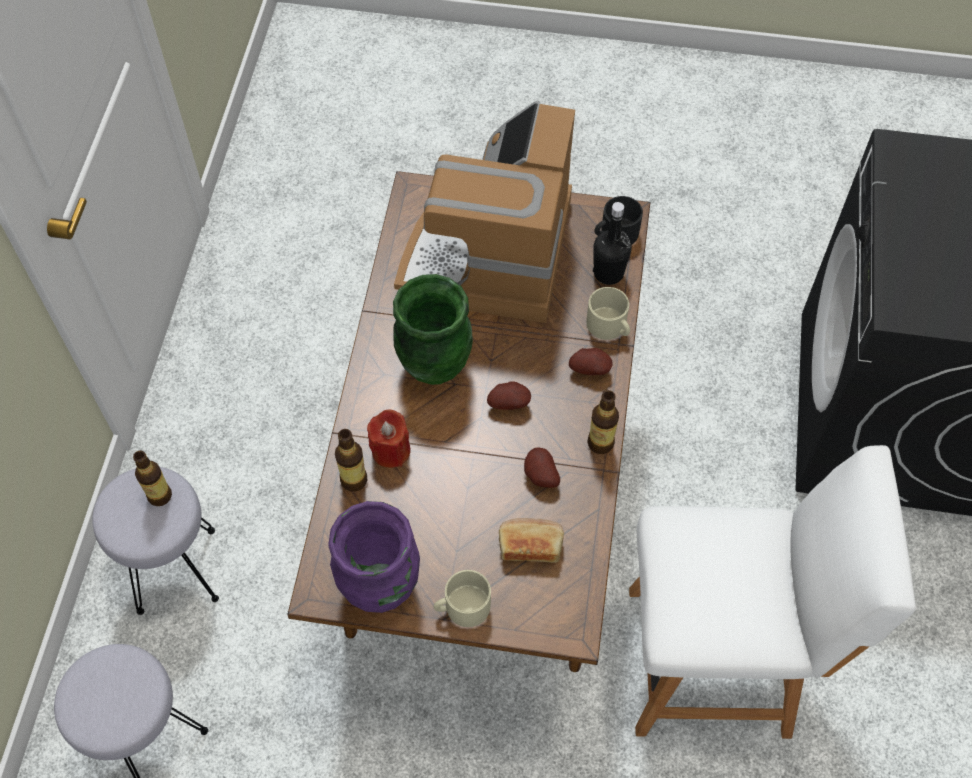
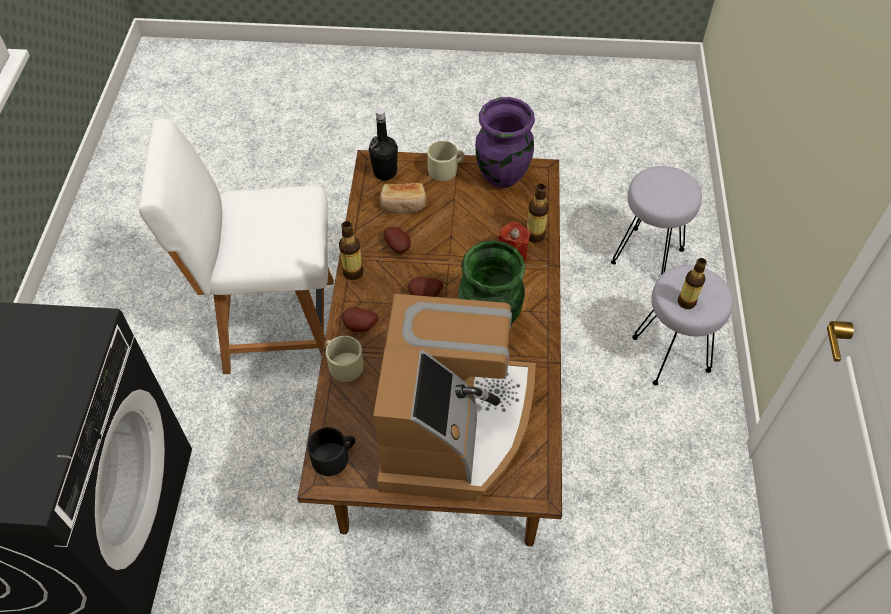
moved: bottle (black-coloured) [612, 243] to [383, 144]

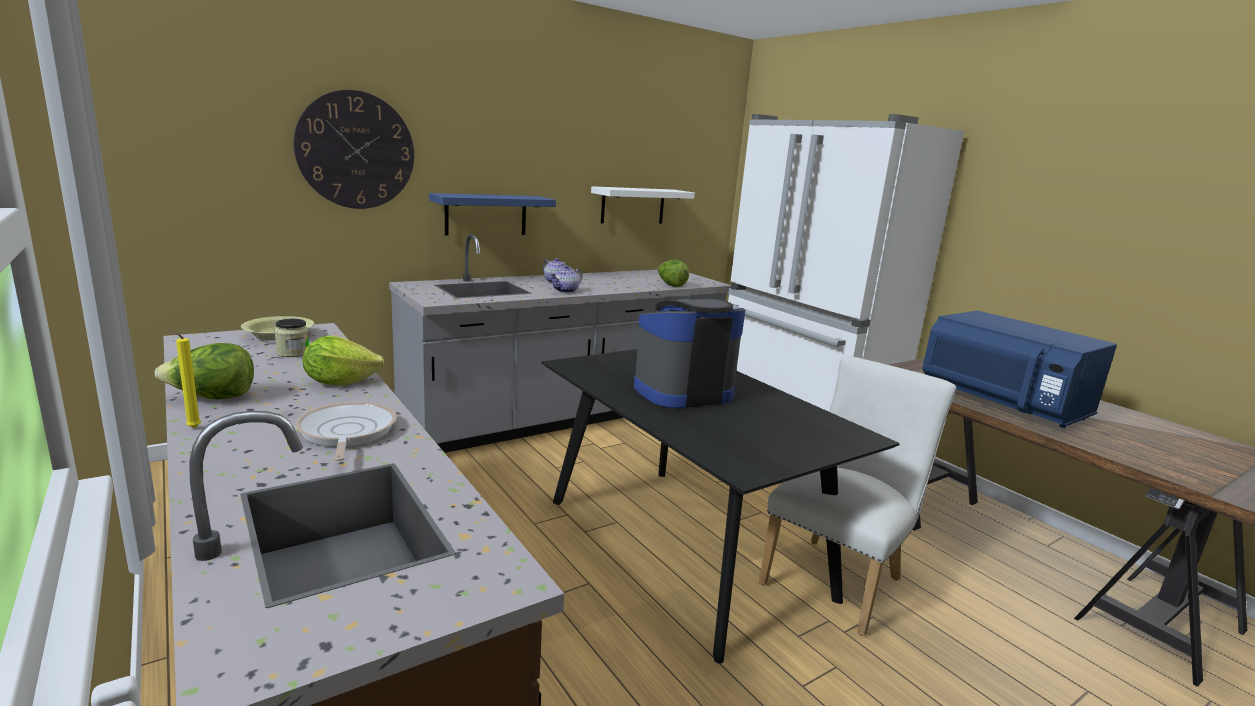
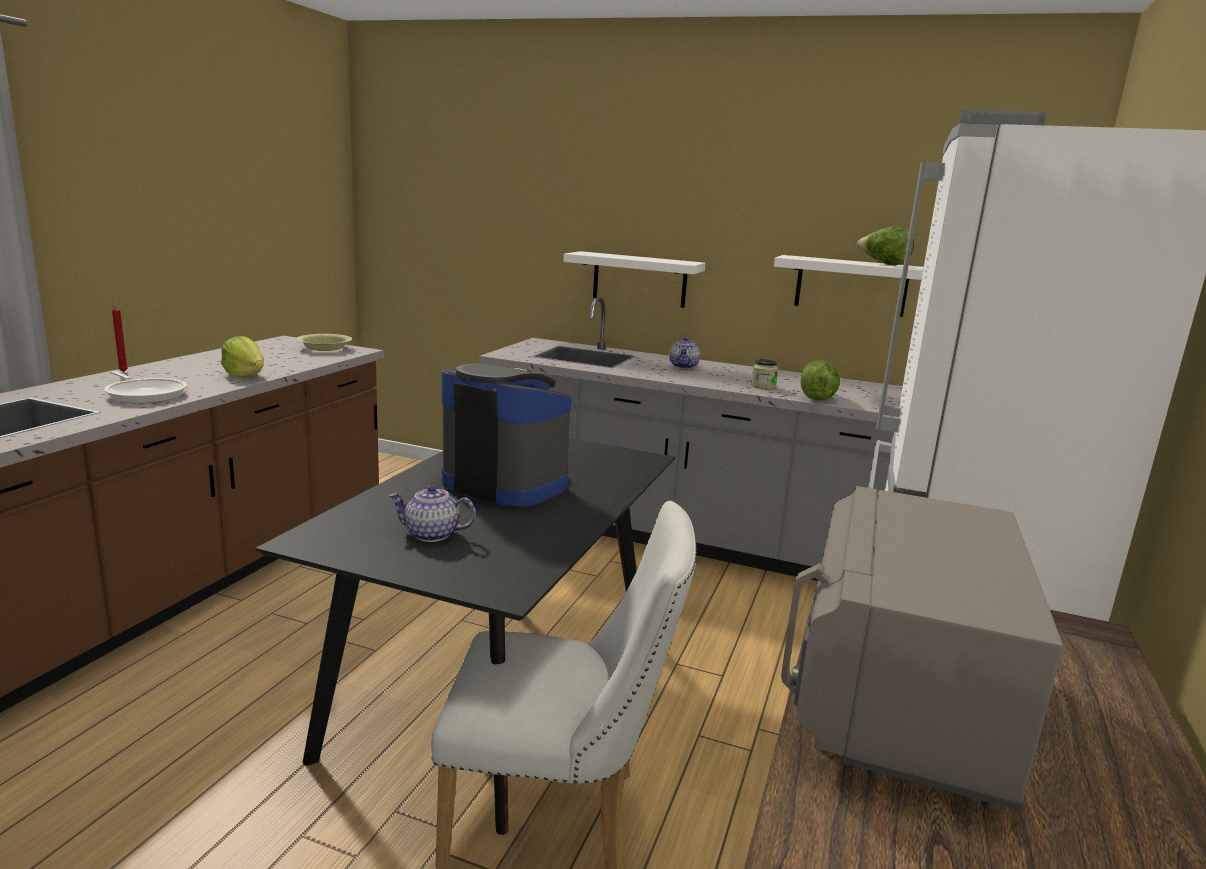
removed: clock on the wall [354, 149]
moved: lettuce head [204, 371] to [885, 245]; storage jar [291, 338] to [764, 374]; teapot [566, 279] to [432, 513]
recoloured: wax light (yellow) [184, 378] to wax light (red-coloured) [120, 337]; wall shelf (blue) [492, 214] to wall shelf (white-coloured) [634, 279]; microwave oven (blue) [1019, 369] to microwave oven (greyish) [922, 648]
turned: skillet [346, 431] = [145, 387] 90 degrees clockwise

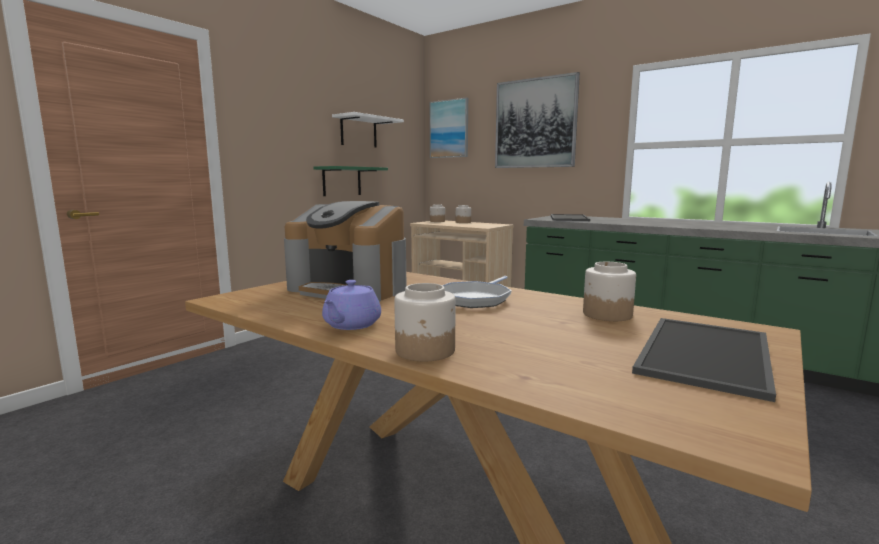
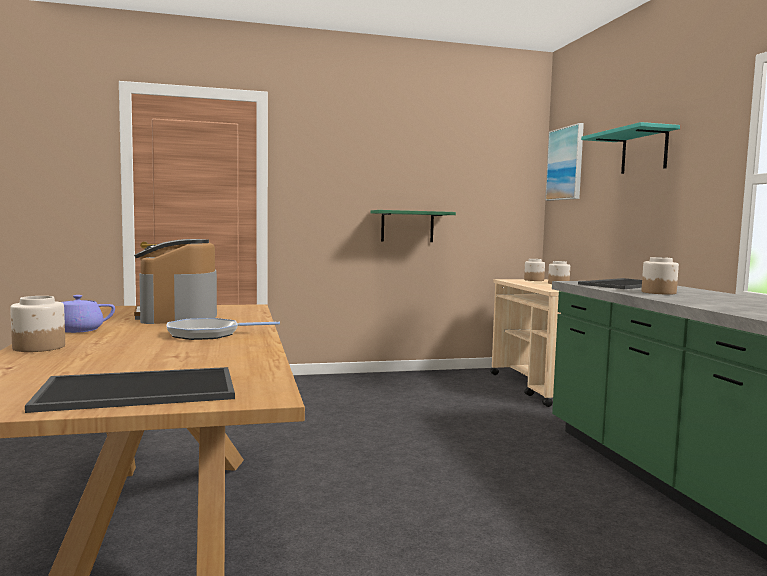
removed: wall shelf (white-coloured) [368, 130]
moved: storage jar [609, 291] to [660, 276]
replaced: wall picture [537, 120] to wall shelf (blue-green) [630, 148]

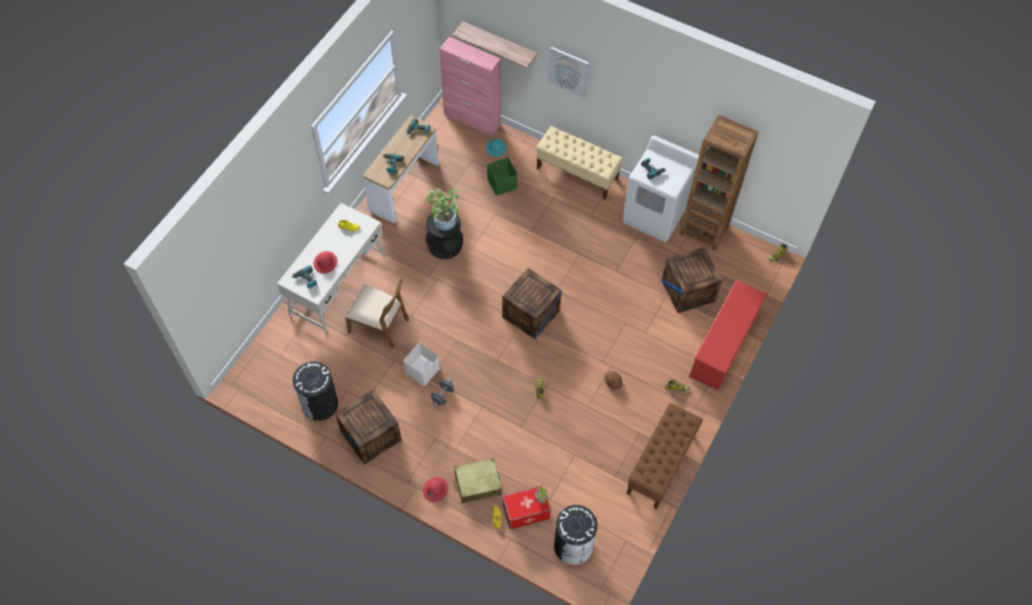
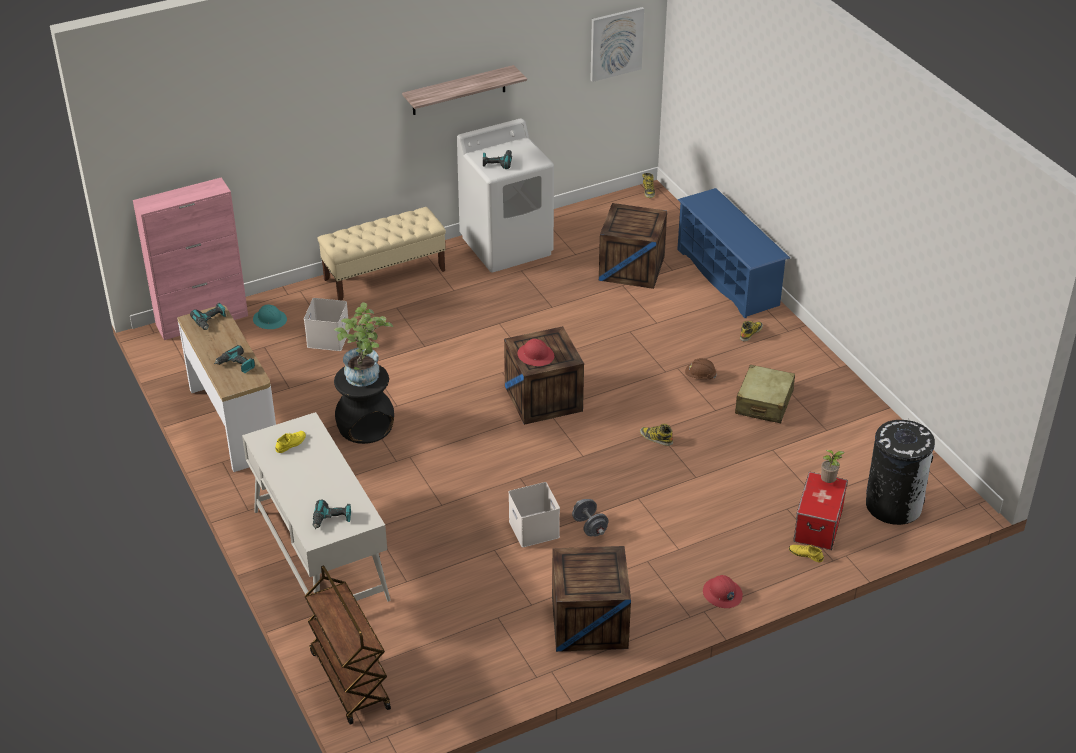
removed: rubbish bin (black-coloured) [315, 391]; chair (brown-coloured) [377, 313]; indoor bench (brown-coloured) [664, 456]; bookcase (brown-coloured) [719, 182]
added: trolley (brown-coloured) [348, 645]
moved: safety helmet (red-coloured) [325, 262] to [536, 352]; wall shelf [494, 44] to [464, 90]; suitcase (sand-coloured) [478, 480] to [765, 394]; wall picture [568, 72] to [617, 44]
recoloured: storage container (green) [502, 176] to storage container (white-coloured) [327, 324]; shoe rack (red-coloured) [728, 335] to shoe rack (blue) [733, 253]

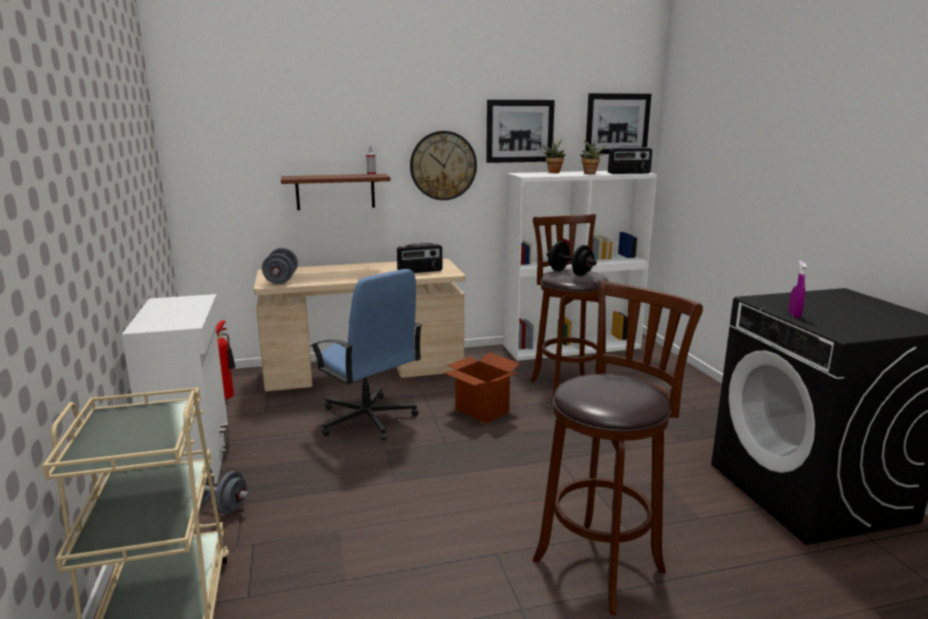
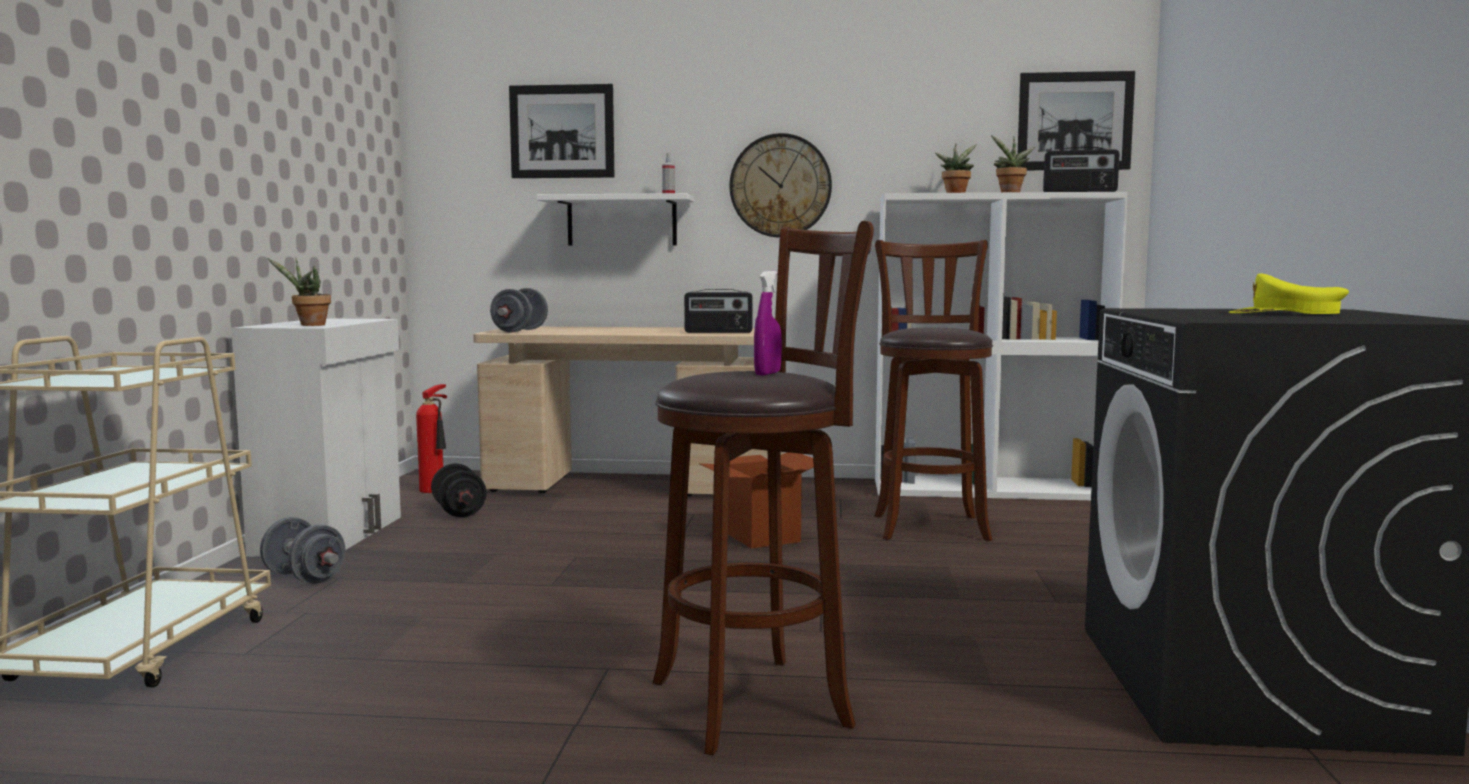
removed: desk chair (blue) [366, 355]
added: potted plant [299, 292]; cap (yellow) [1289, 293]
moved: wall picture [520, 131] to [561, 131]; free weight (black-coloured) [572, 258] to [458, 490]; spray bottle (purple-coloured) [798, 289] to [768, 323]
recoloured: wall shelf (brown-coloured) [336, 192] to wall shelf (white-coloured) [615, 219]

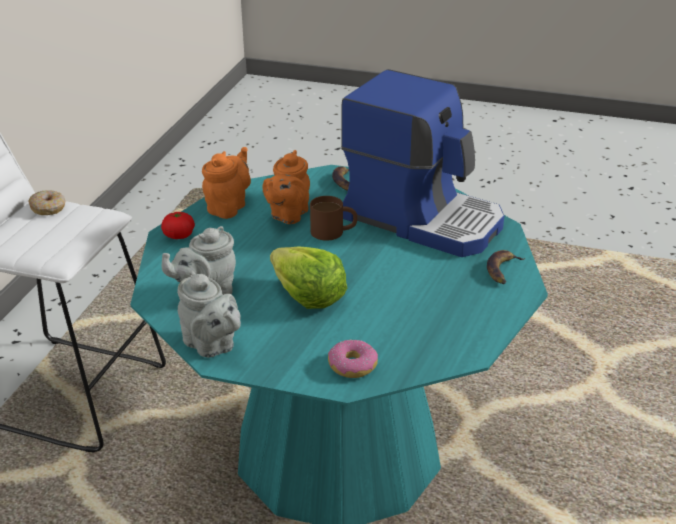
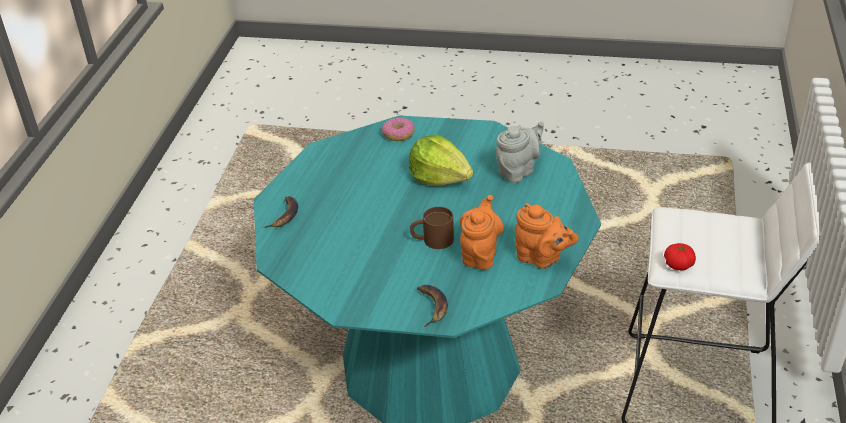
removed: doughnut [46, 202]; teapot (greyish) [209, 314]; coffee brewer [422, 163]
moved: fresh tomato [178, 225] to [680, 256]
turned: teapot (orange-coloured) [226, 183] = [547, 236] 75 degrees counterclockwise

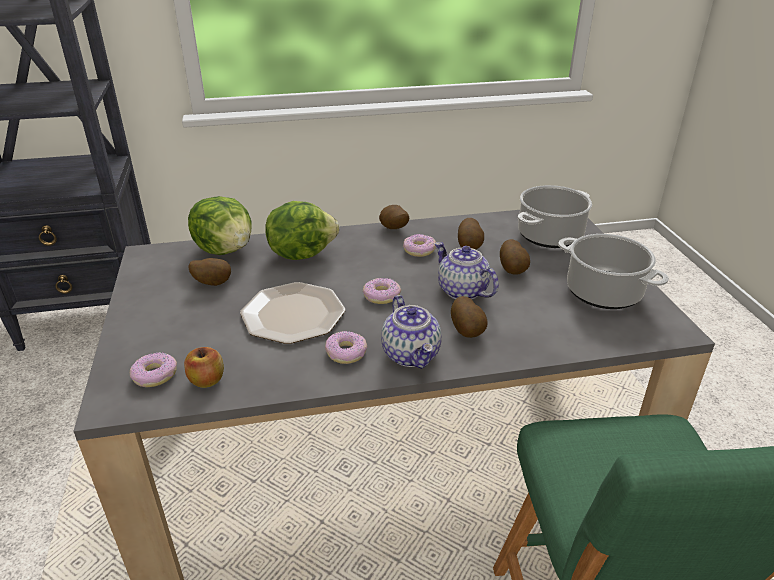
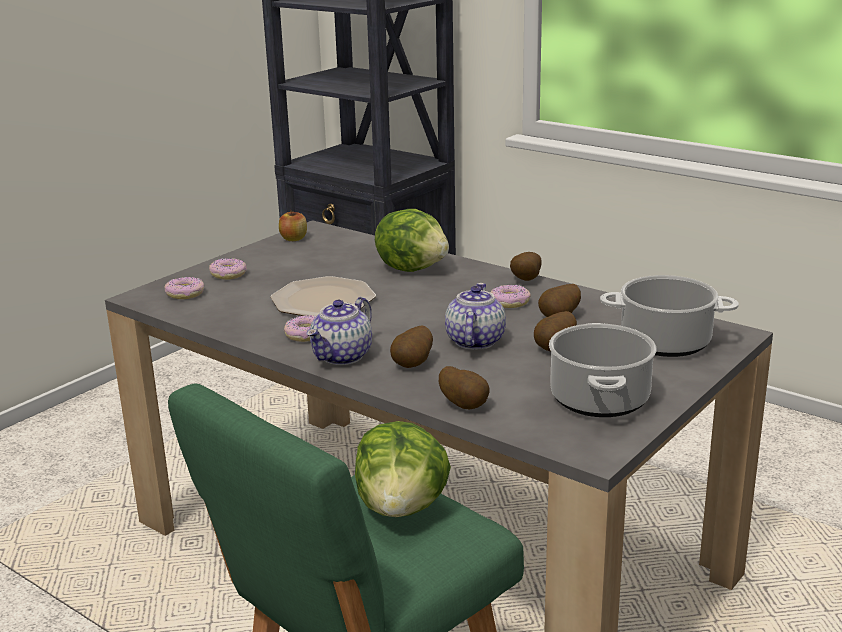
moved: apple [204, 367] to [293, 225]; lettuce head [220, 225] to [403, 469]; spud [209, 272] to [464, 388]; doughnut [382, 291] to [228, 268]

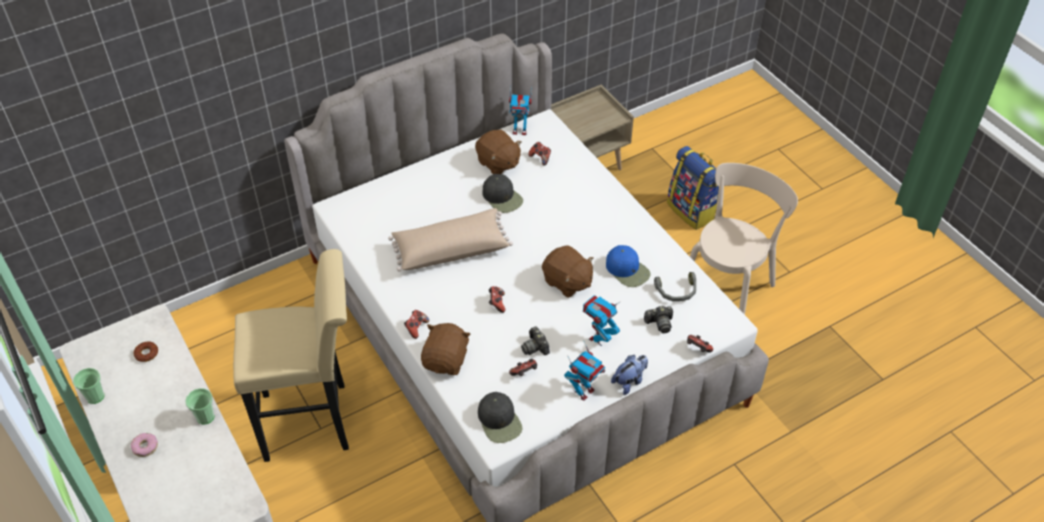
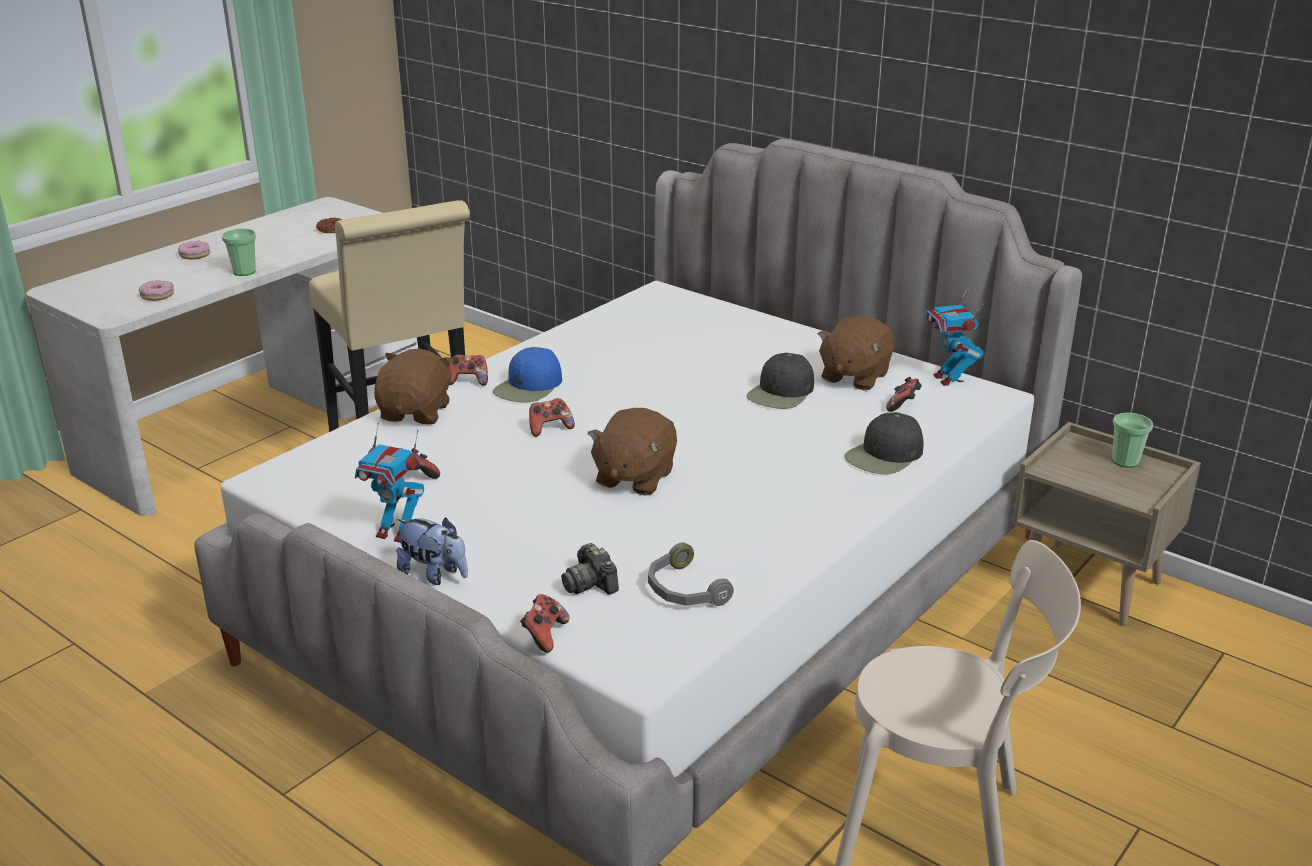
removed: pillow (sand-coloured) [450, 239]; still camera [535, 340]; toy robot [601, 320]; rucksack [693, 188]
added: doughnut [156, 290]
moved: cup [88, 386] to [1132, 440]; cap (black-coloured) [500, 417] to [883, 443]; cap (blue) [628, 266] to [527, 374]
turned: soft toy (brown-coloured) [446, 349] = [414, 386] 75 degrees counterclockwise

